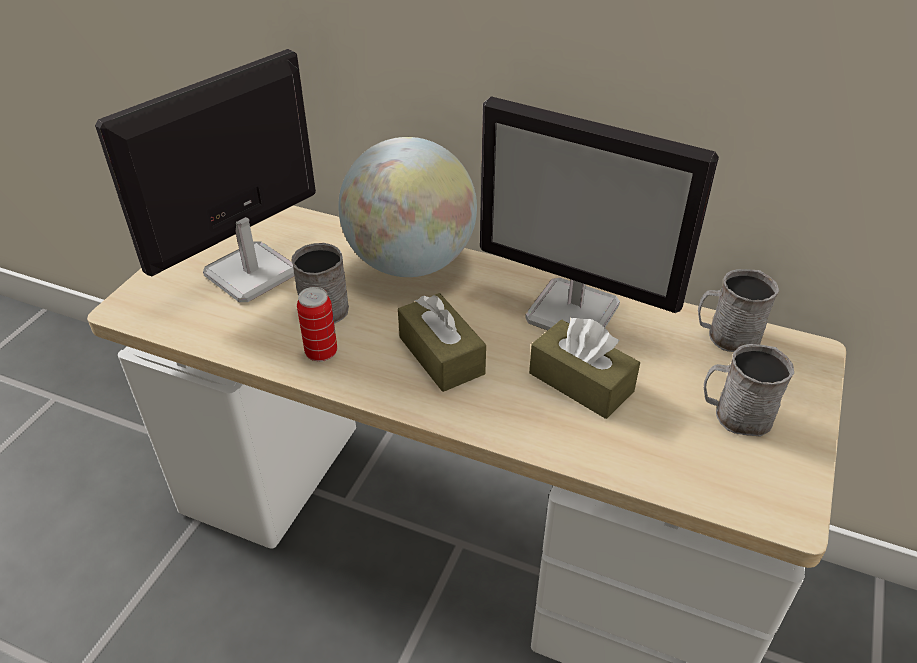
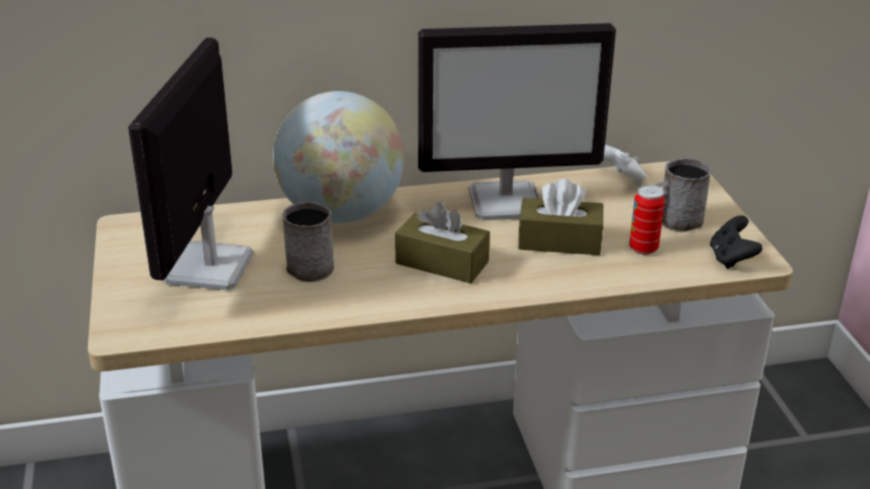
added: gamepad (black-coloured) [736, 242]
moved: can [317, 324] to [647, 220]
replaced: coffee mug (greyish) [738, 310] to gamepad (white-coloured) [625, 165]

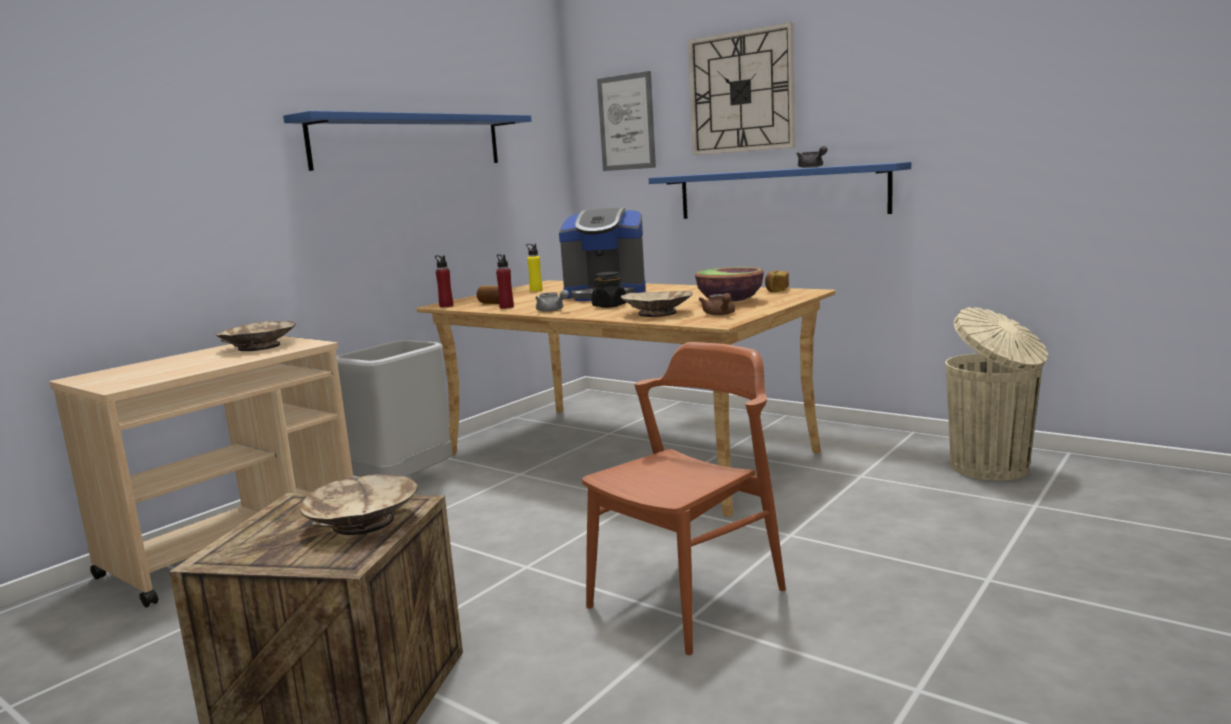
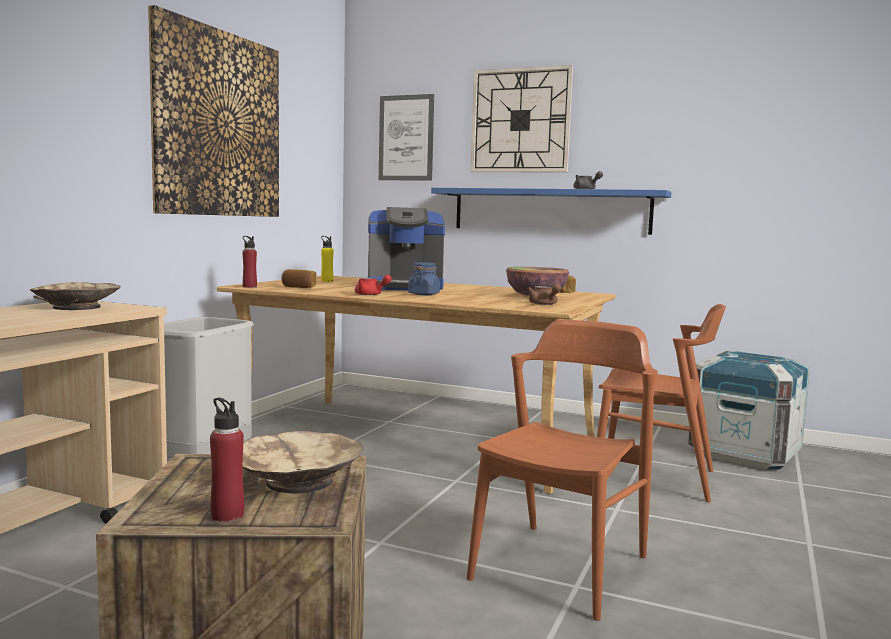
removed: bowl (sand-coloured) [656, 304]
added: chair (brown-coloured) [661, 403]
moved: bottle (red-coloured) [505, 281] to [227, 460]
replaced: wall shelf (blue) [407, 141] to wall picture [213, 111]; rubbish bin (sand-coloured) [996, 394] to packing crate [749, 410]
recoloured: teapot (greyish) [552, 301] to teapot (red-coloured) [373, 285]; storage jar (black-coloured) [608, 290] to storage jar (blue) [424, 278]

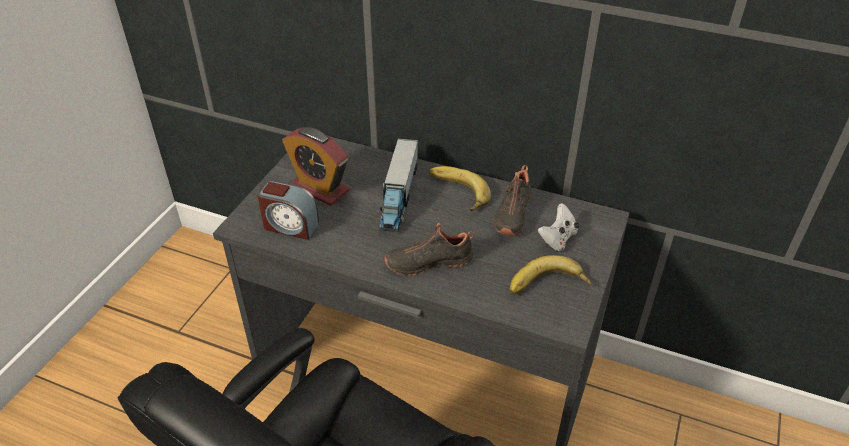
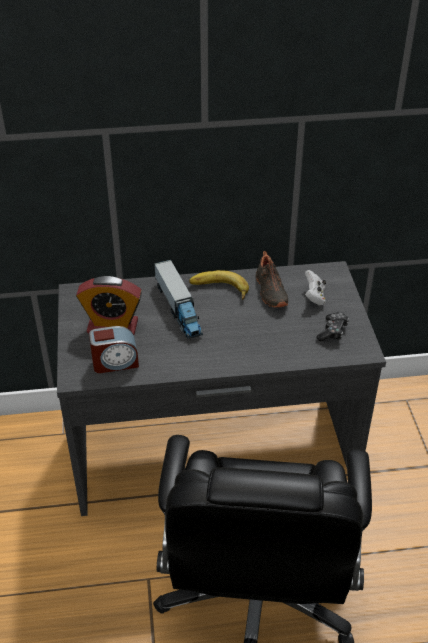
removed: low shoe (black-coloured) [429, 249]
replaced: whole banana [550, 274] to gamepad [332, 326]

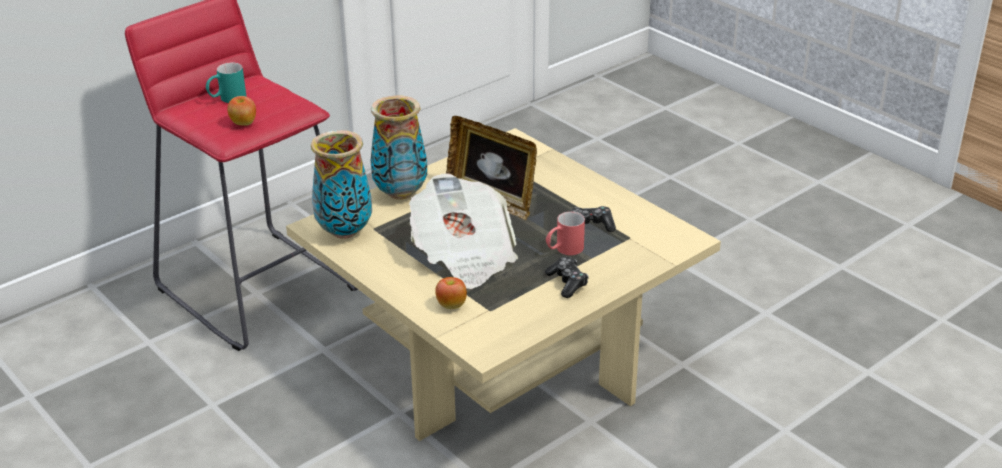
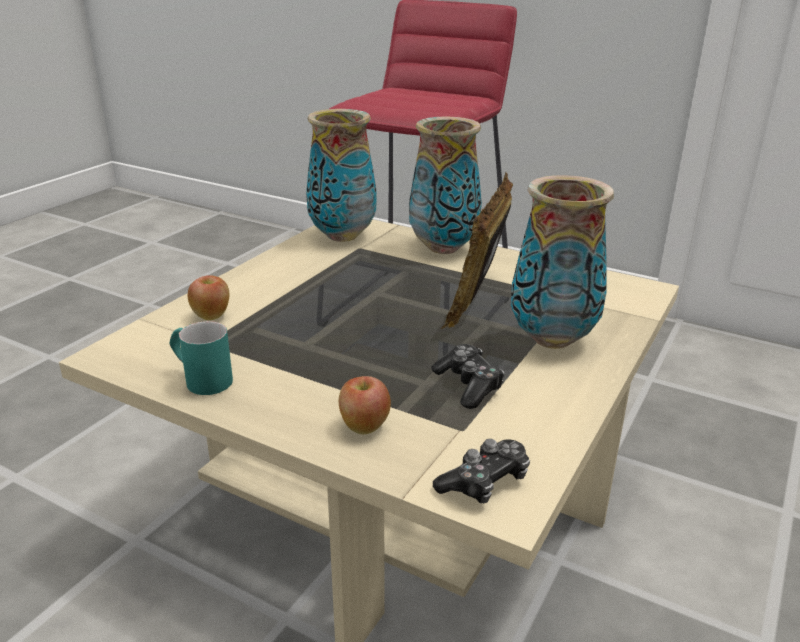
removed: daily paper [463, 231]; coffee mug (red-coloured) [565, 233]
added: vase [562, 262]
moved: coffee mug (blue-green) [226, 83] to [201, 358]; apple [241, 111] to [365, 405]; gamepad [567, 277] to [481, 471]

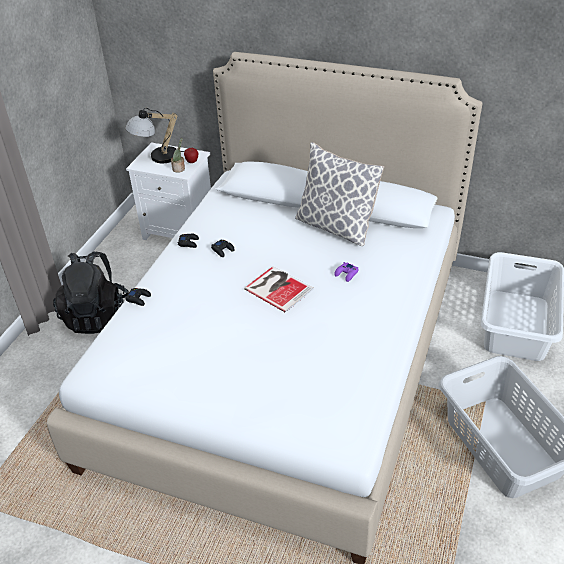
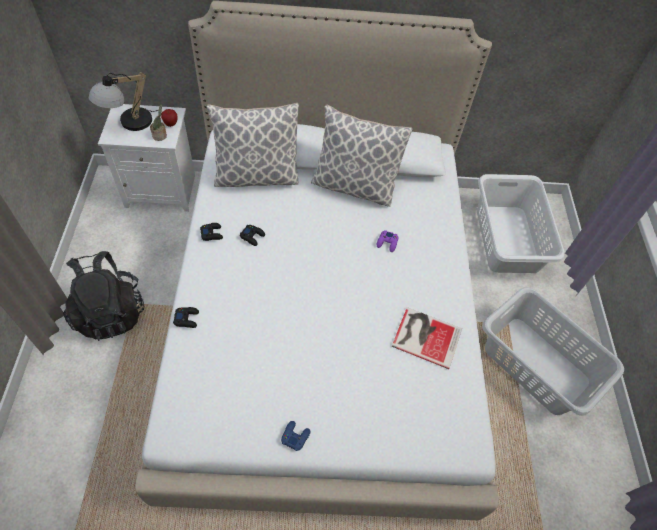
added: pillow [253, 145]; gamepad (blue) [296, 436]
moved: volume [279, 289] to [427, 338]

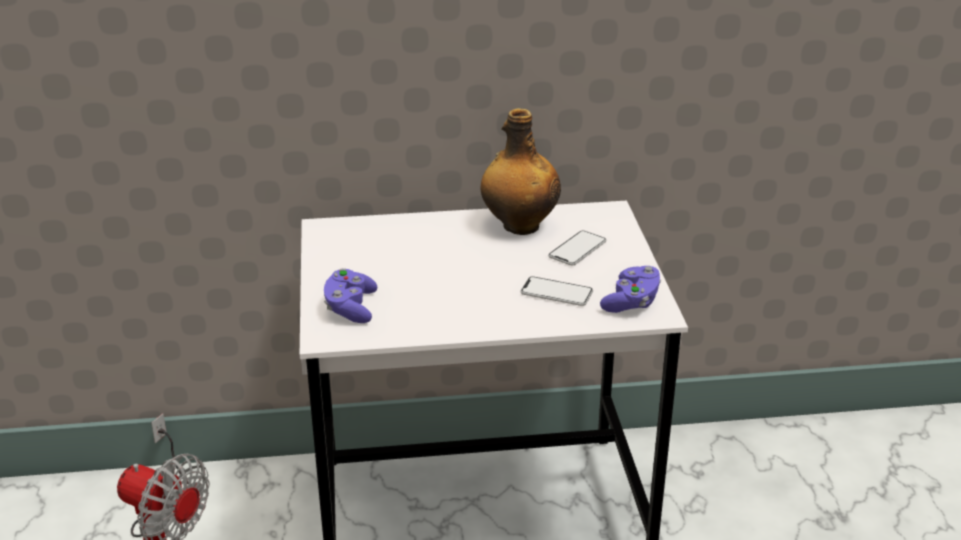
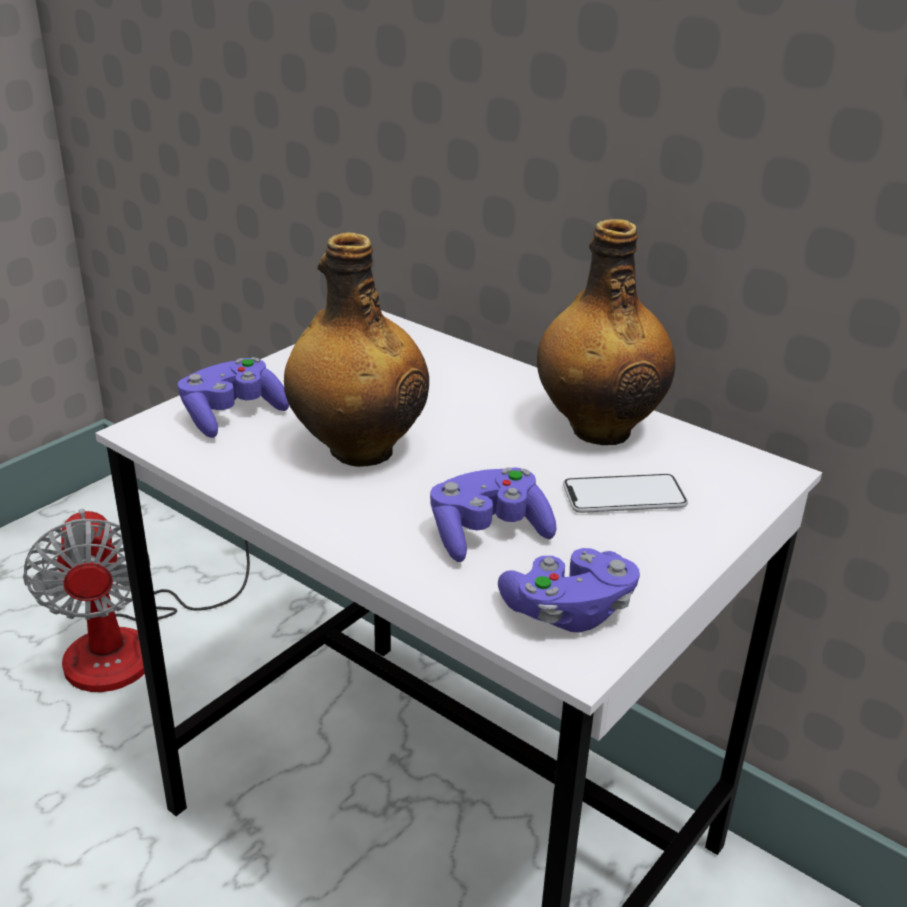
added: bottle [356, 350]
replaced: telephone [556, 291] to gamepad (purple-coloured) [493, 515]

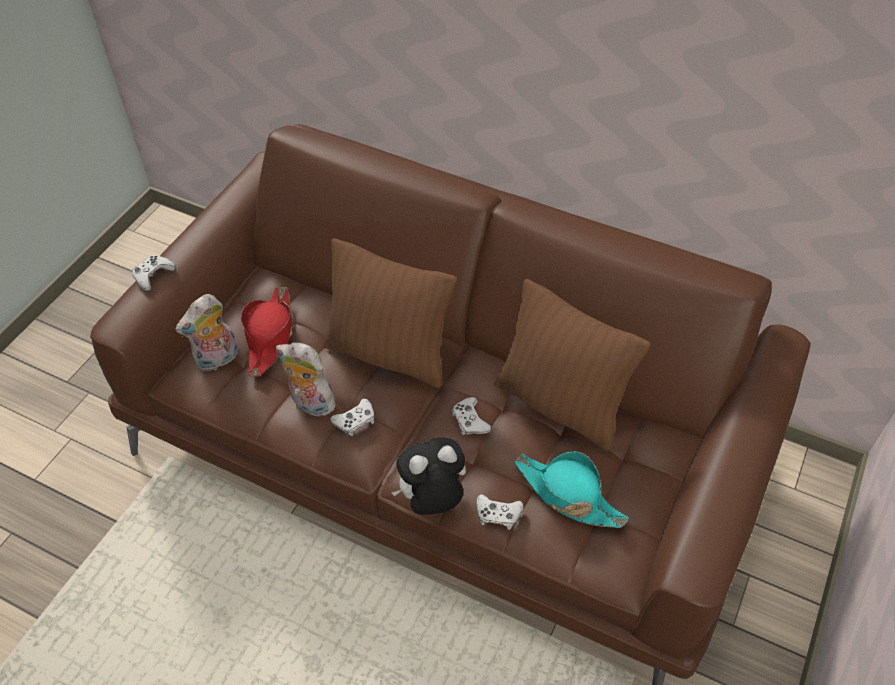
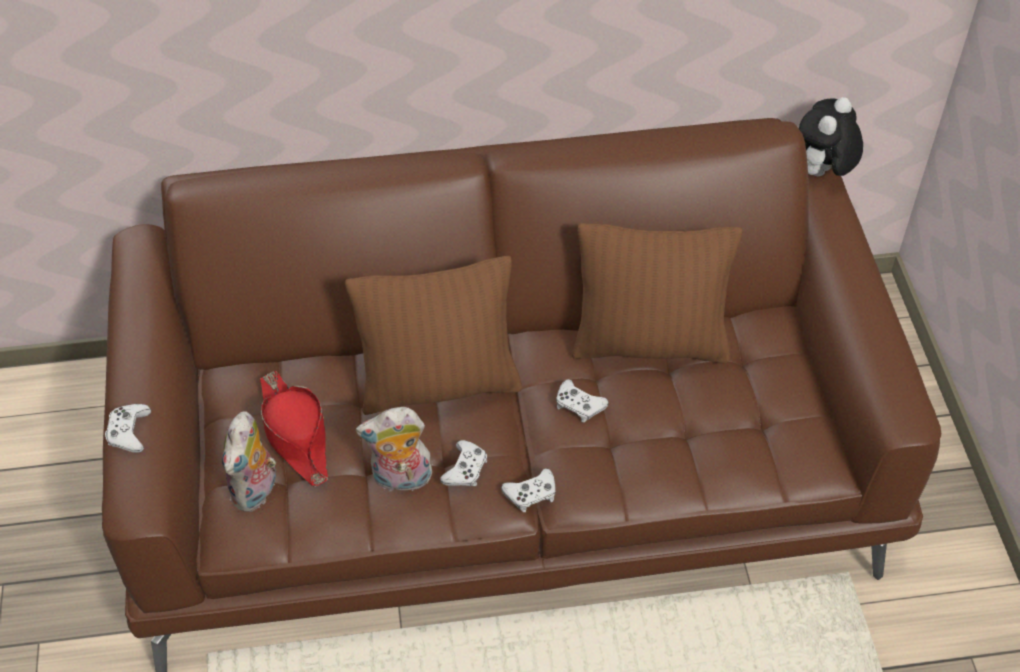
removed: wearable hat (blue-green) [571, 489]
moved: soft toy [429, 476] to [831, 136]; gamepad (white-coloured) [500, 512] to [528, 490]

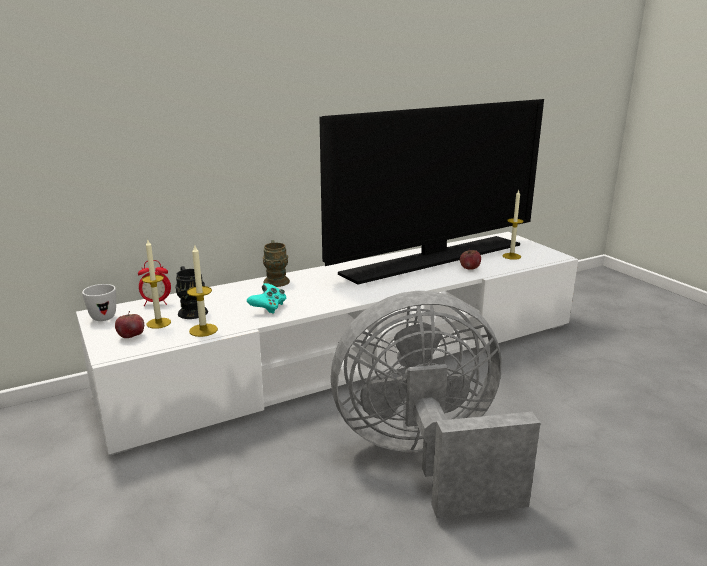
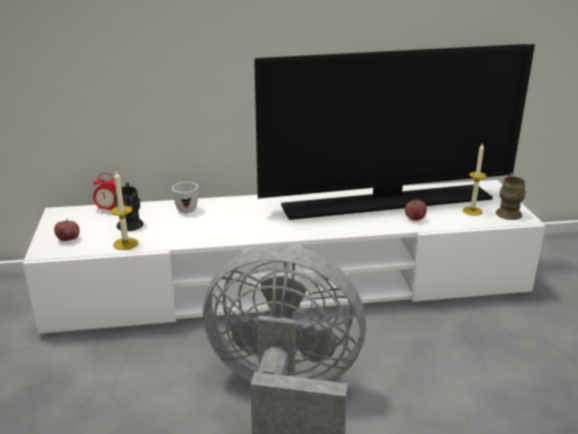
removed: wax light [156, 284]; gamepad (blue-green) [266, 298]
moved: coffee mug (white-coloured) [99, 302] to [185, 197]; coffee mug (brown-coloured) [276, 263] to [511, 196]

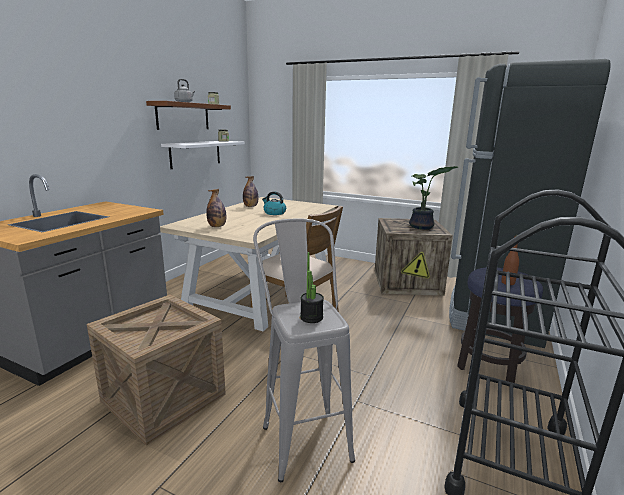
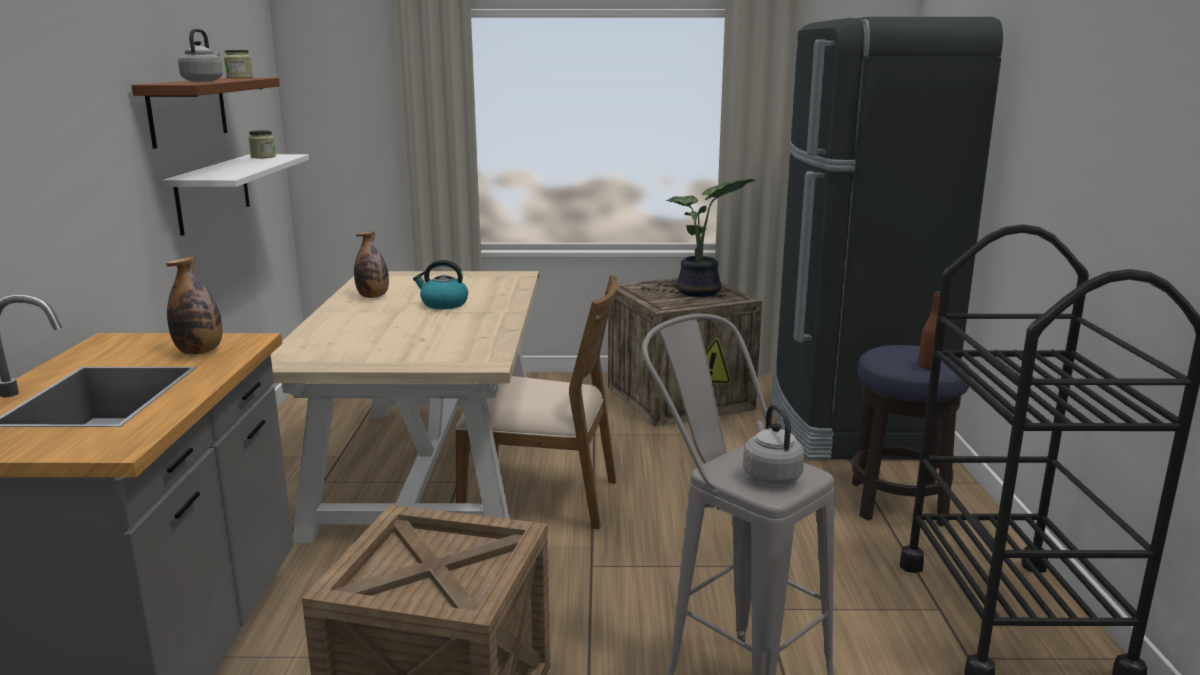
moved: bottle [216, 208] to [194, 306]
replaced: potted plant [312, 287] to water kettle (greyish) [773, 445]

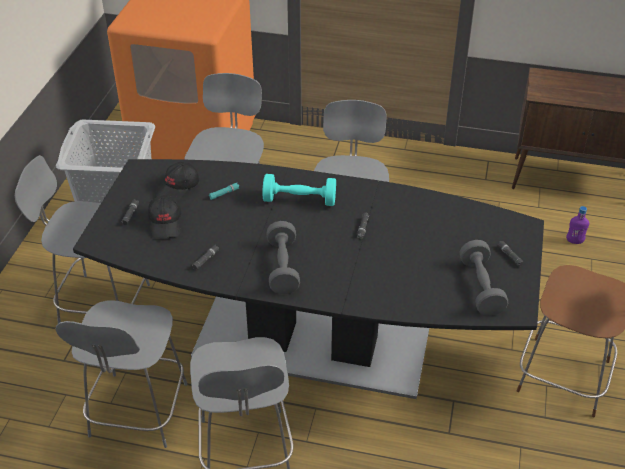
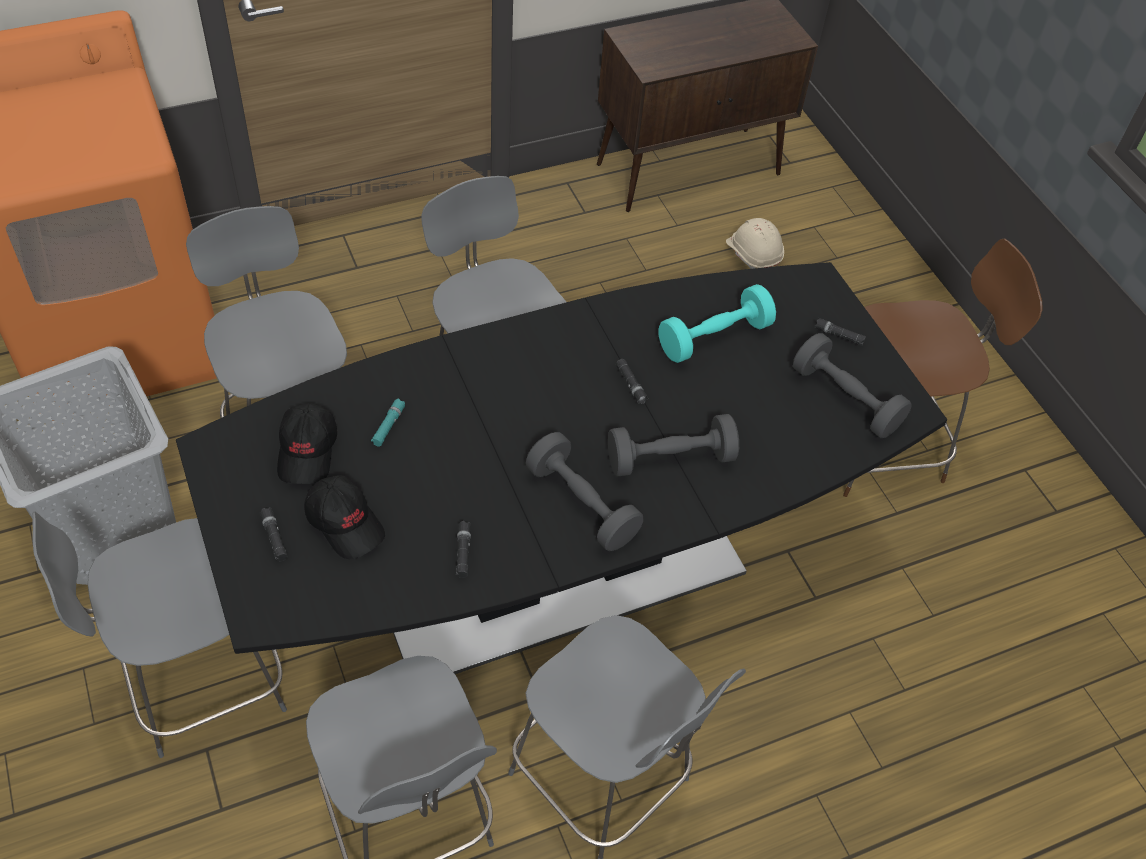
added: free weight (greyish) [673, 445]
moved: free weight (blue-green) [299, 190] to [717, 323]
replaced: bottle (purple-coloured) [577, 225] to safety helmet (sand-coloured) [755, 243]

